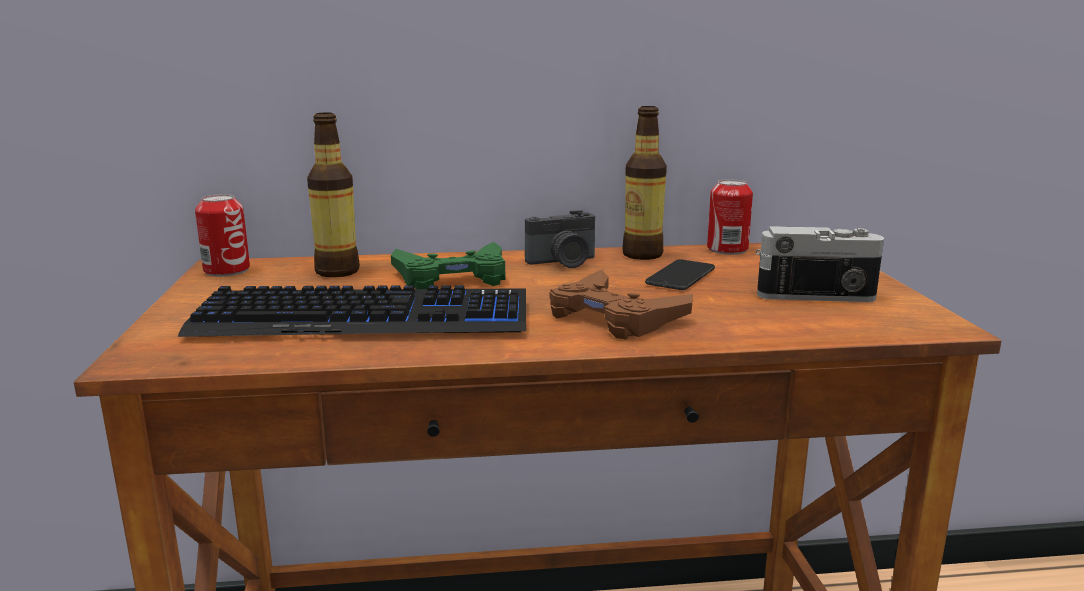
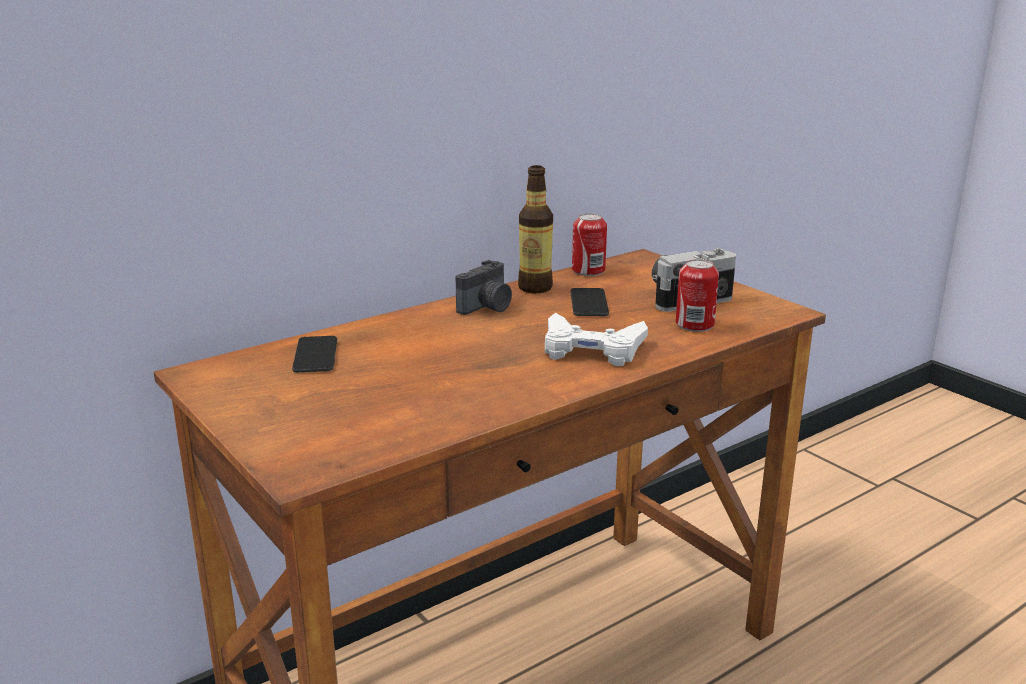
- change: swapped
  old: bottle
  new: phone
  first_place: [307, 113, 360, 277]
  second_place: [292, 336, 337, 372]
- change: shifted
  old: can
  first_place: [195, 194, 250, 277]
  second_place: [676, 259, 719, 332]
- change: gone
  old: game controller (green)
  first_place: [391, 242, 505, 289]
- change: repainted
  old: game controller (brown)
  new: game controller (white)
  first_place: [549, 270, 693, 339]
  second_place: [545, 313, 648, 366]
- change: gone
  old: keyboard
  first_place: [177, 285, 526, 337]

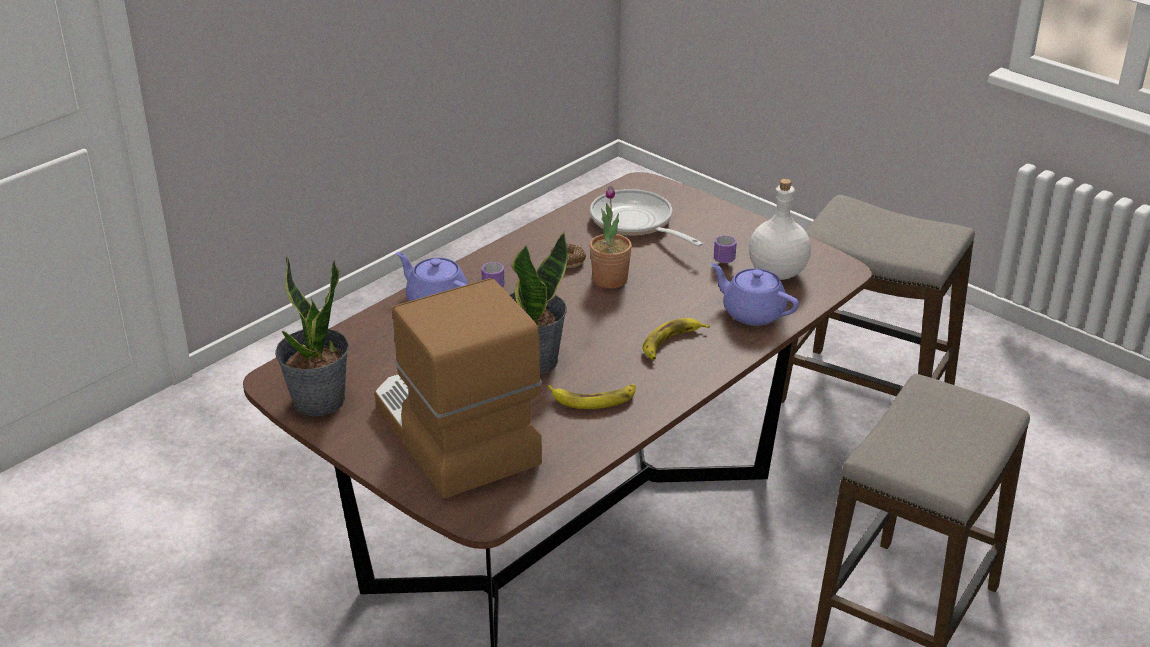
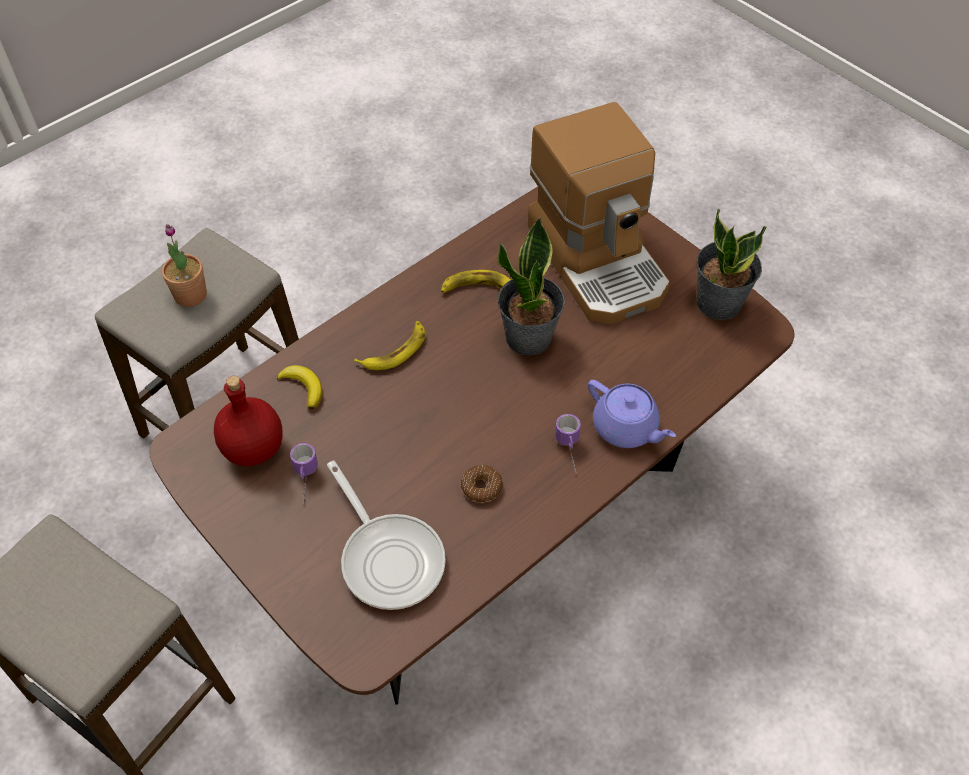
- change: repainted
  old: bottle (white)
  new: bottle (red)
  first_place: [749, 179, 811, 280]
  second_place: [214, 376, 283, 466]
- change: shifted
  old: potted plant
  first_place: [590, 186, 632, 289]
  second_place: [162, 224, 207, 307]
- change: swapped
  old: teapot (purple)
  new: banana
  first_place: [710, 263, 799, 326]
  second_place: [277, 365, 323, 409]

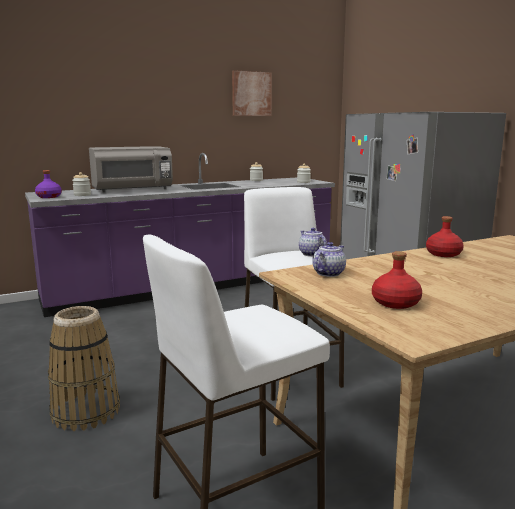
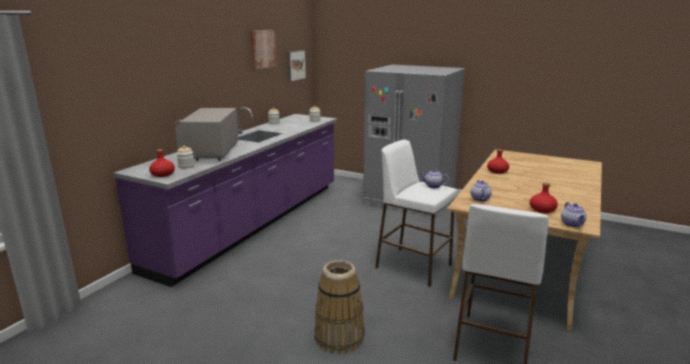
- change: rotated
  old: microwave (grey)
  first_place: [89, 146, 173, 193]
  second_place: [175, 108, 239, 161]
  degrees: 150
- change: repainted
  old: bottle (purple)
  new: bottle (red)
  first_place: [35, 170, 62, 198]
  second_place: [149, 149, 175, 177]
- change: new
  new: picture
  second_place: [287, 50, 306, 82]
- change: new
  new: teapot
  second_place: [561, 202, 587, 227]

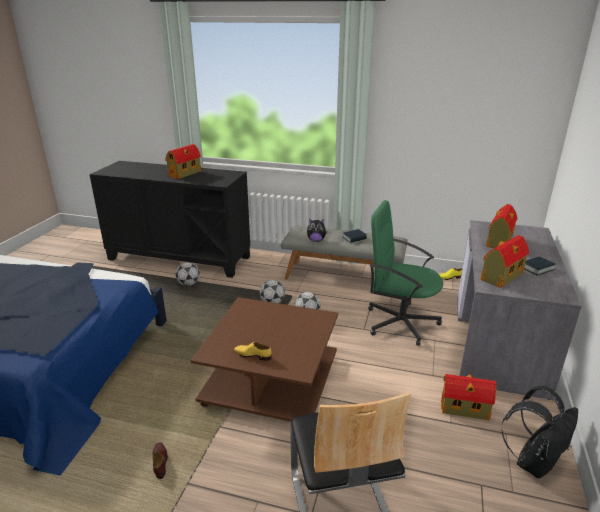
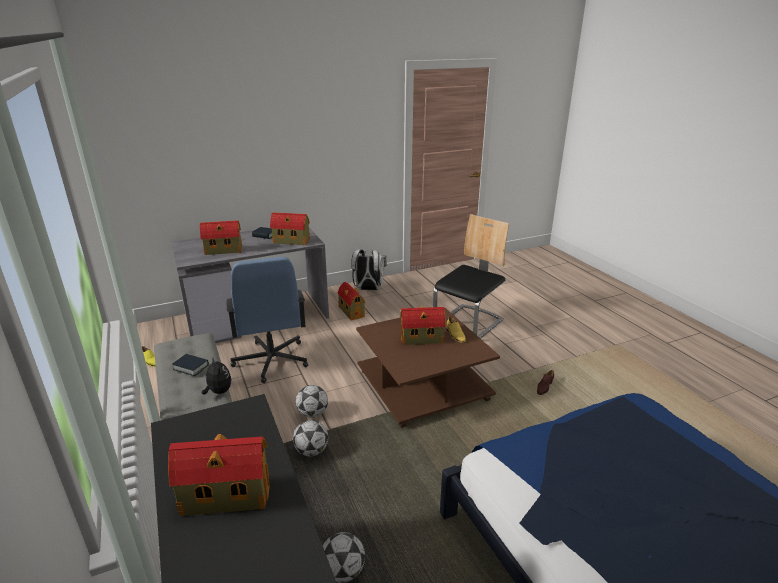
- change: repainted
  old: office chair (green)
  new: office chair (blue)
  first_place: [368, 200, 443, 346]
  second_place: [227, 257, 308, 383]
- change: repainted
  old: backpack (black)
  new: backpack (white)
  first_place: [502, 386, 578, 478]
  second_place: [351, 249, 387, 290]
- change: new
  new: toy house
  second_place: [400, 306, 445, 345]

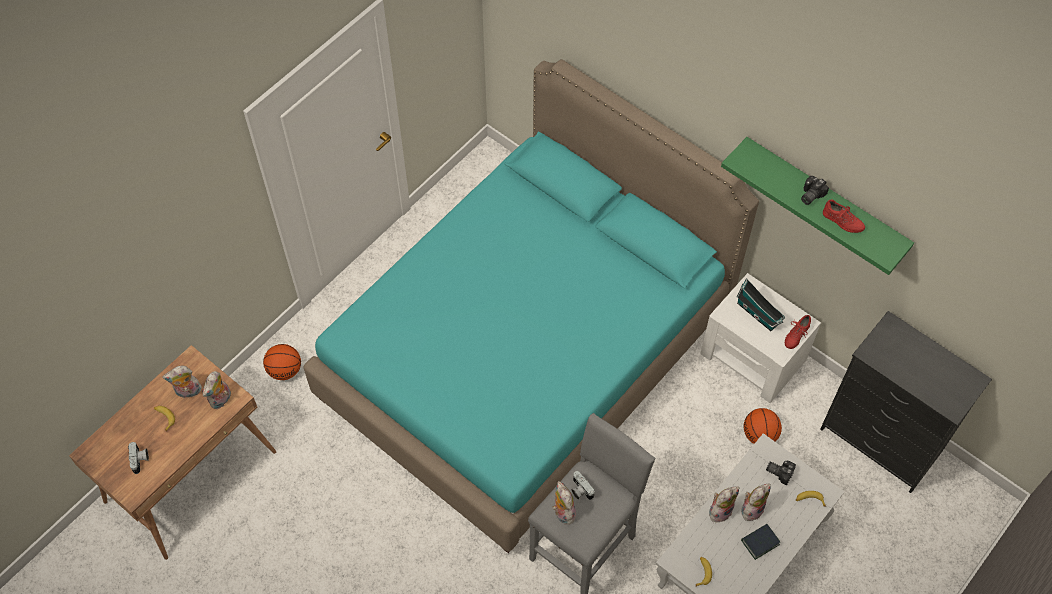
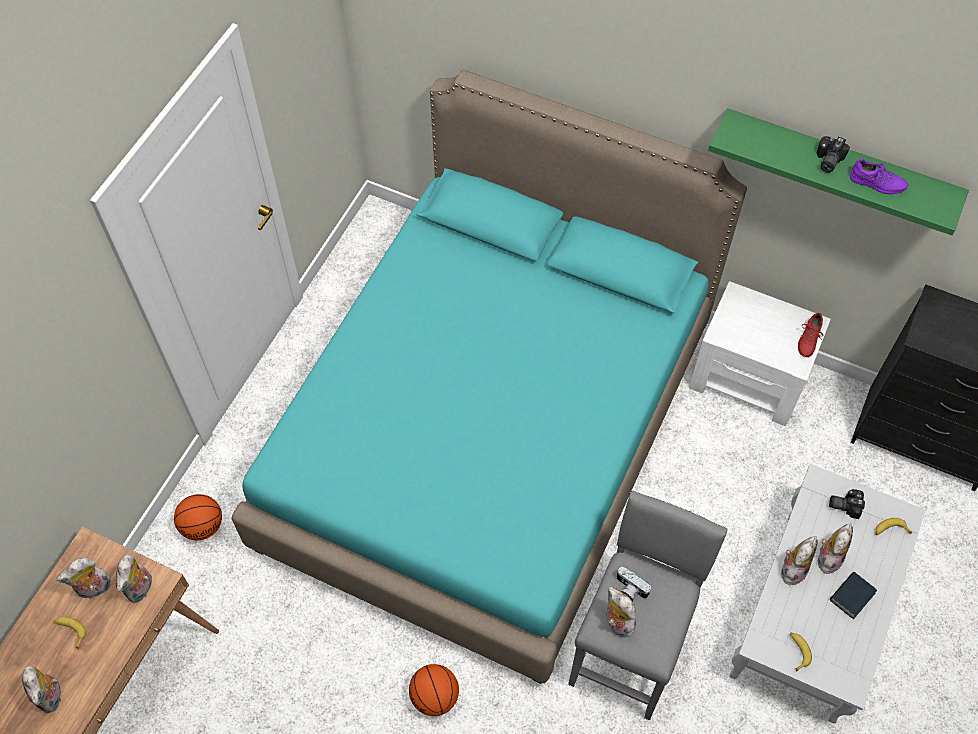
- change: repainted
  old: shoe (red)
  new: shoe (purple)
  first_place: [823, 200, 865, 233]
  second_place: [850, 159, 908, 194]
- change: gone
  old: toy house
  first_place: [737, 278, 785, 331]
- change: shifted
  old: basketball
  first_place: [744, 408, 782, 444]
  second_place: [409, 664, 459, 716]
- change: swapped
  old: photo camera
  new: plush toy
  first_place: [128, 442, 149, 474]
  second_place: [22, 666, 61, 713]

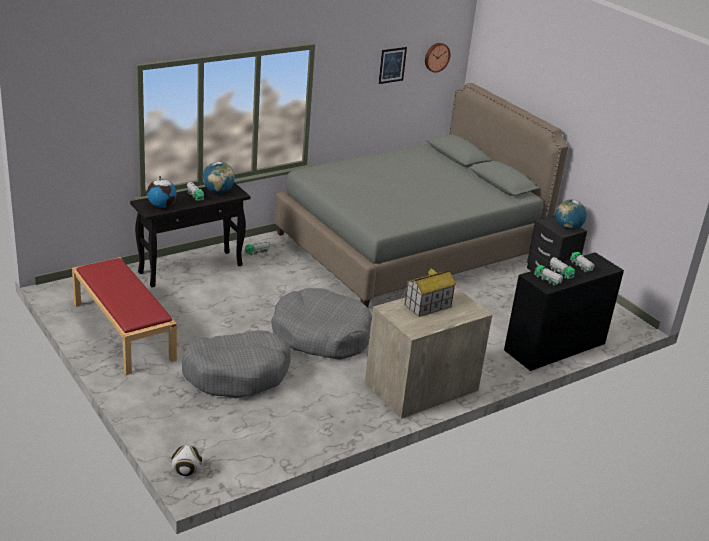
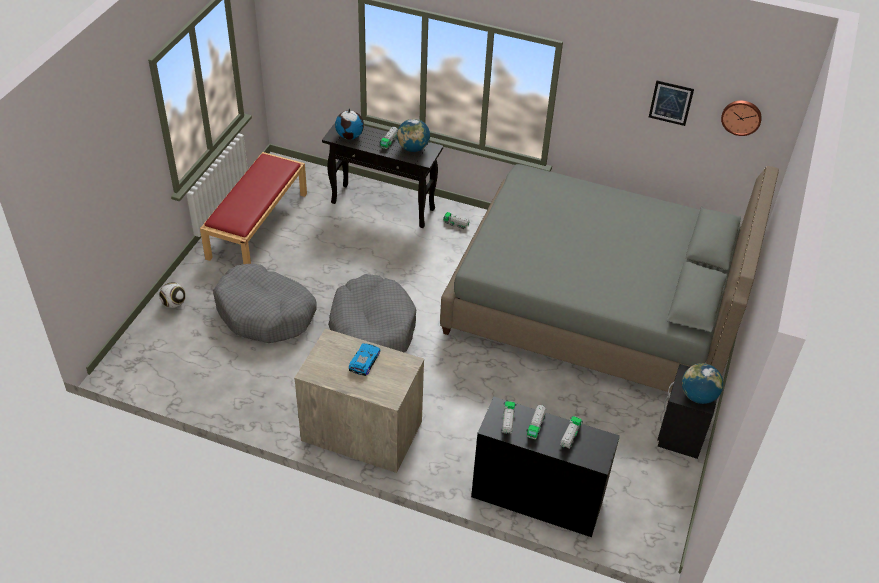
- change: swapped
  old: toy house
  new: toy car
  first_place: [404, 267, 456, 317]
  second_place: [349, 343, 381, 376]
- change: shifted
  old: football
  first_place: [171, 445, 202, 476]
  second_place: [159, 282, 186, 308]

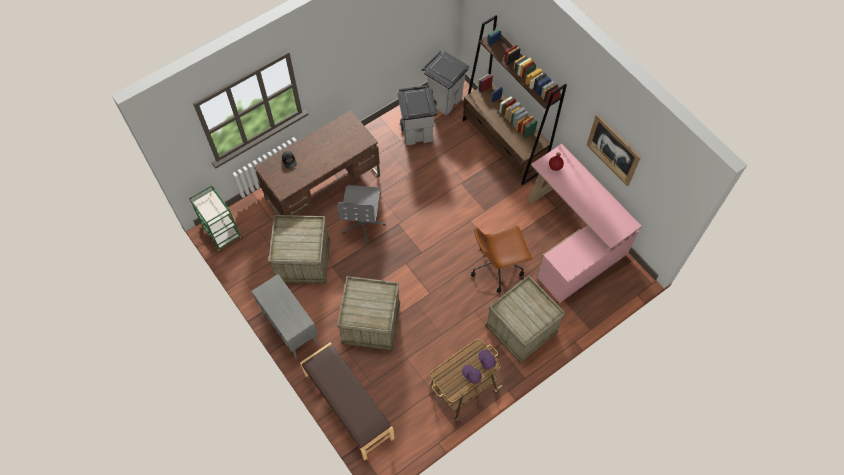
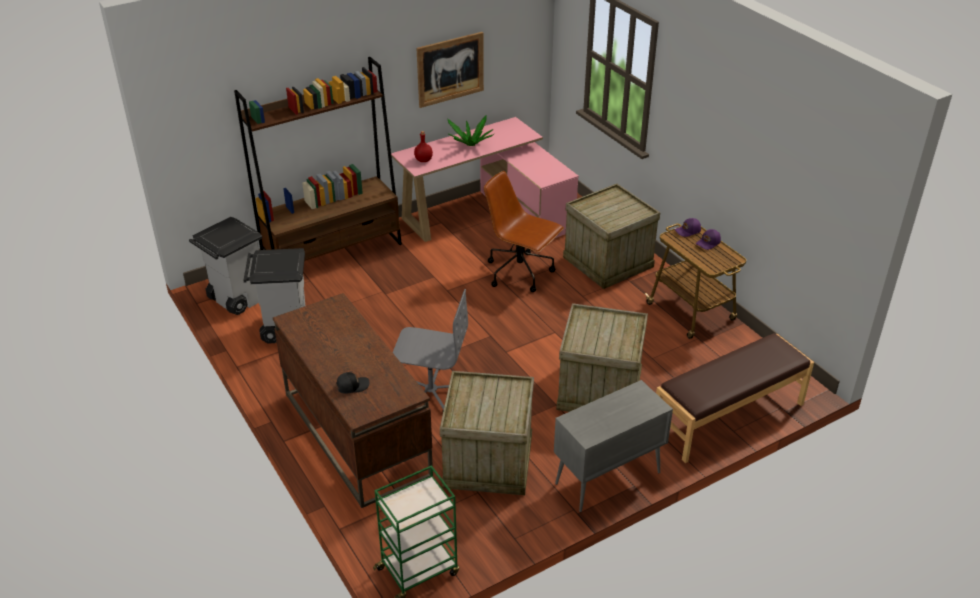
- change: rotated
  old: office chair (brown)
  first_place: [471, 226, 533, 293]
  second_place: [484, 171, 564, 292]
  degrees: 135
- change: new
  new: potted plant
  second_place: [448, 115, 494, 146]

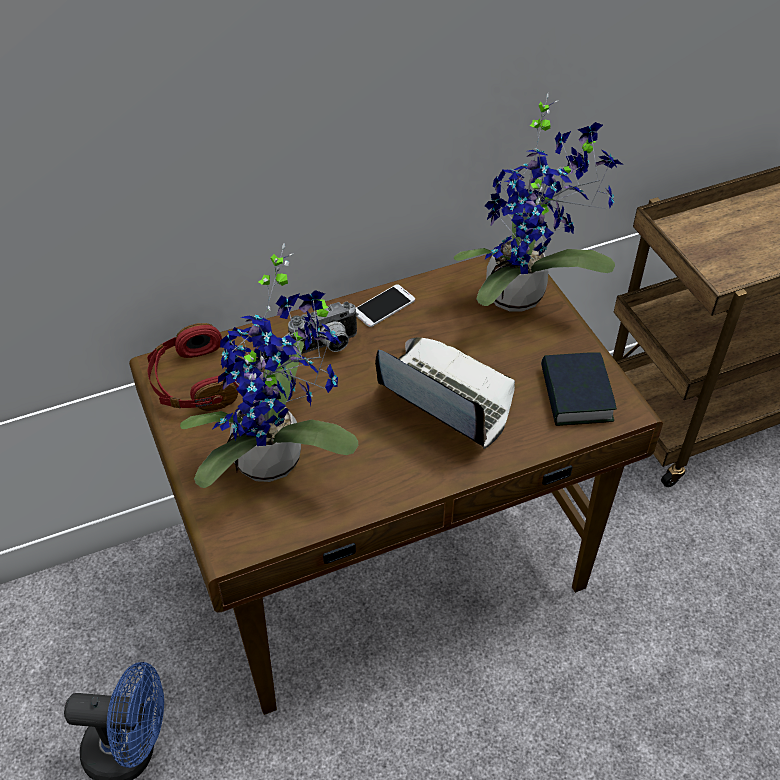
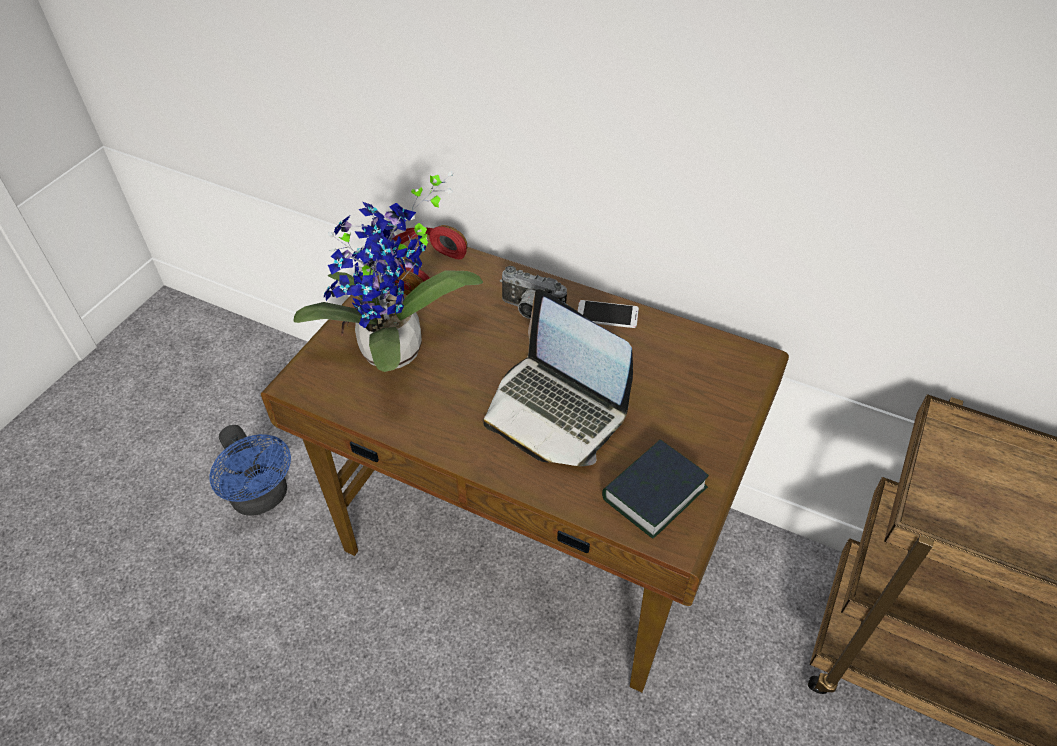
- change: gone
  old: potted plant
  first_place: [454, 93, 623, 311]
- change: rotated
  old: laptop
  first_place: [375, 337, 515, 449]
  second_place: [484, 289, 633, 466]
  degrees: 135

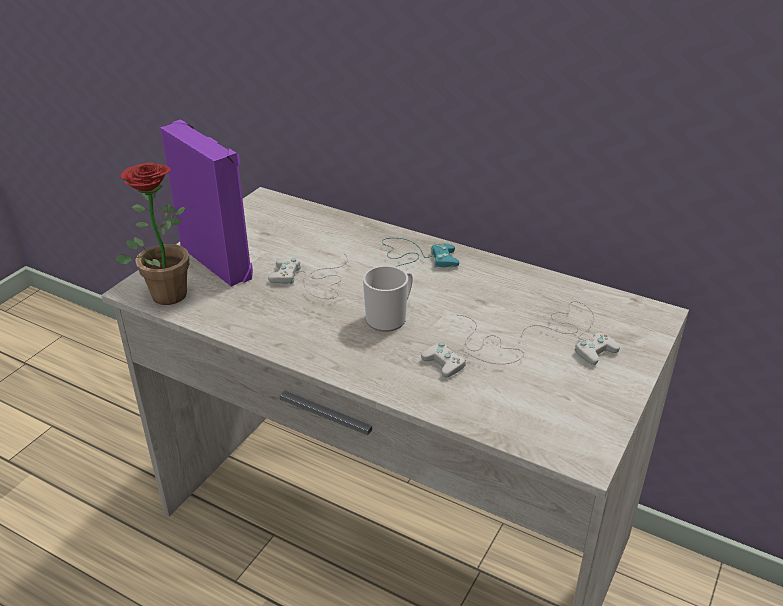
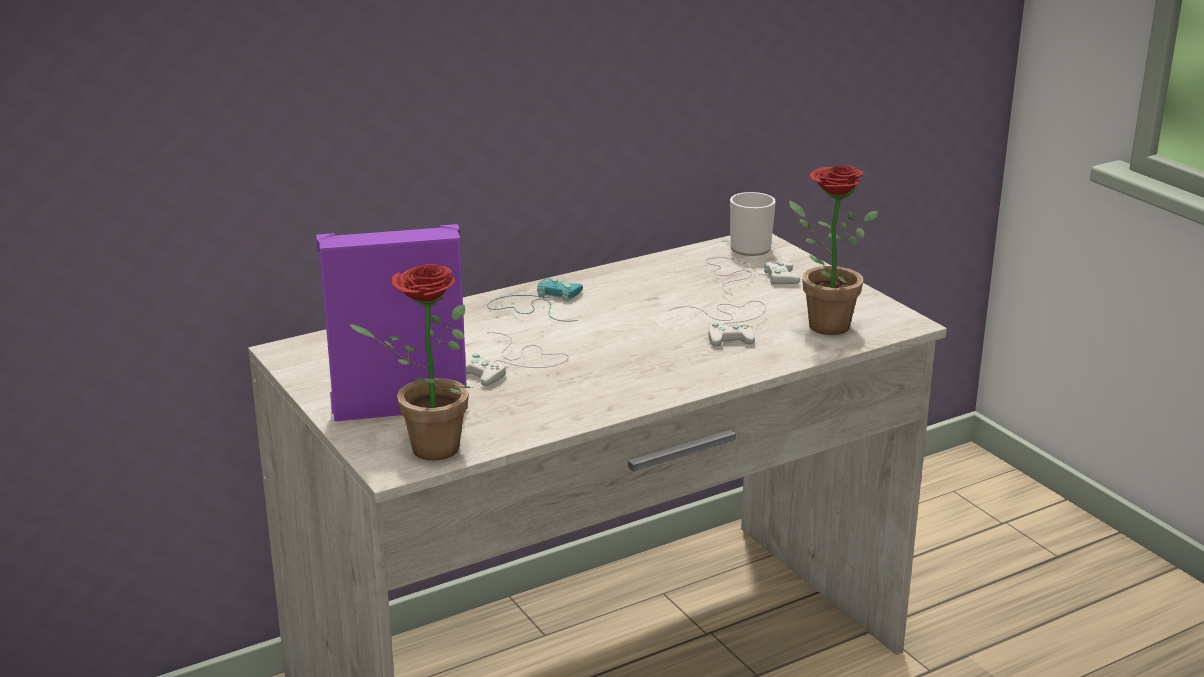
- change: shifted
  old: mug
  first_place: [363, 266, 413, 332]
  second_place: [730, 192, 776, 256]
- change: new
  new: potted plant
  second_place: [789, 165, 878, 335]

